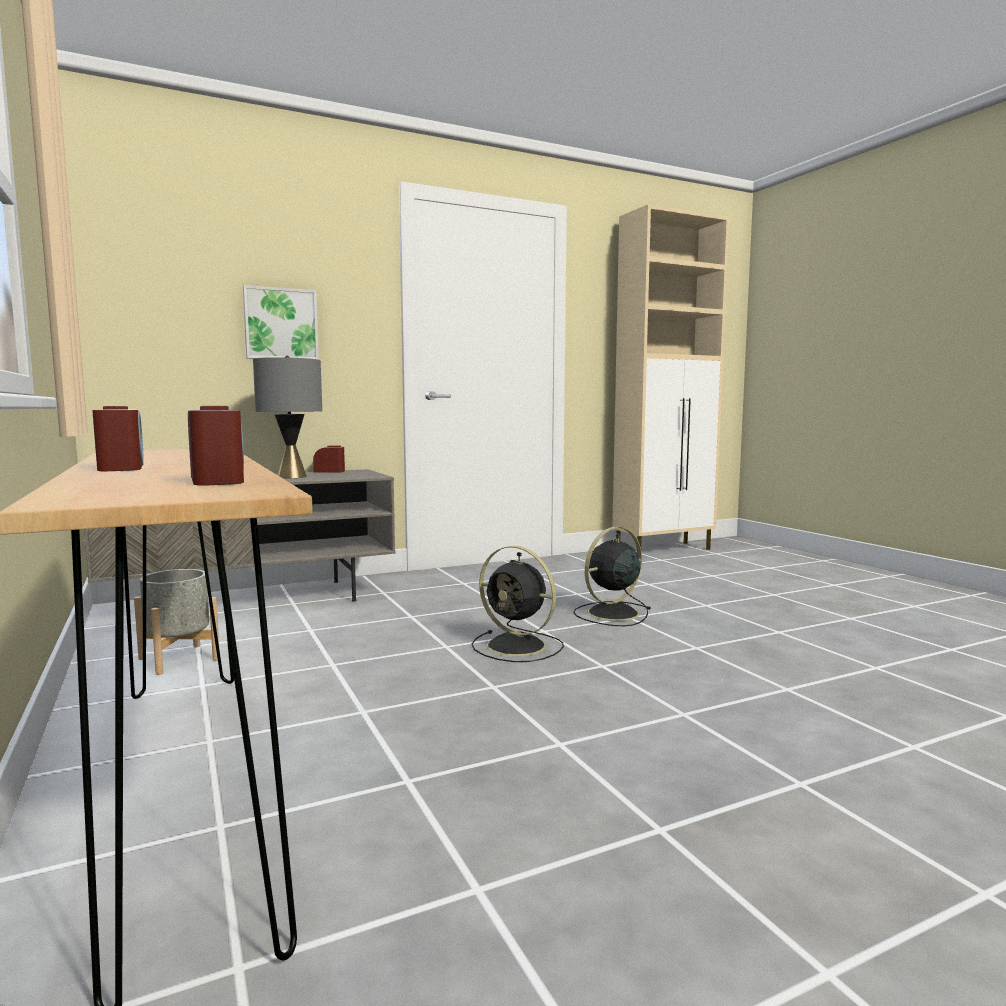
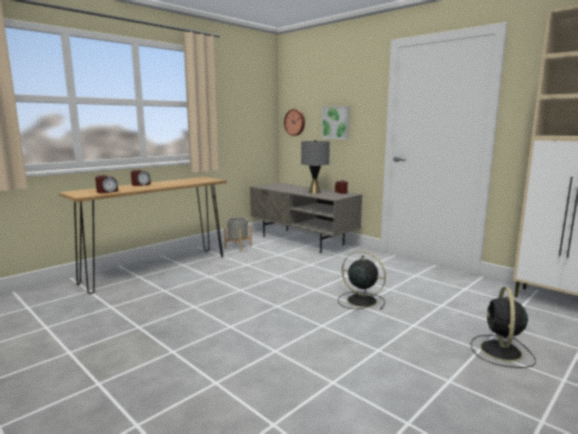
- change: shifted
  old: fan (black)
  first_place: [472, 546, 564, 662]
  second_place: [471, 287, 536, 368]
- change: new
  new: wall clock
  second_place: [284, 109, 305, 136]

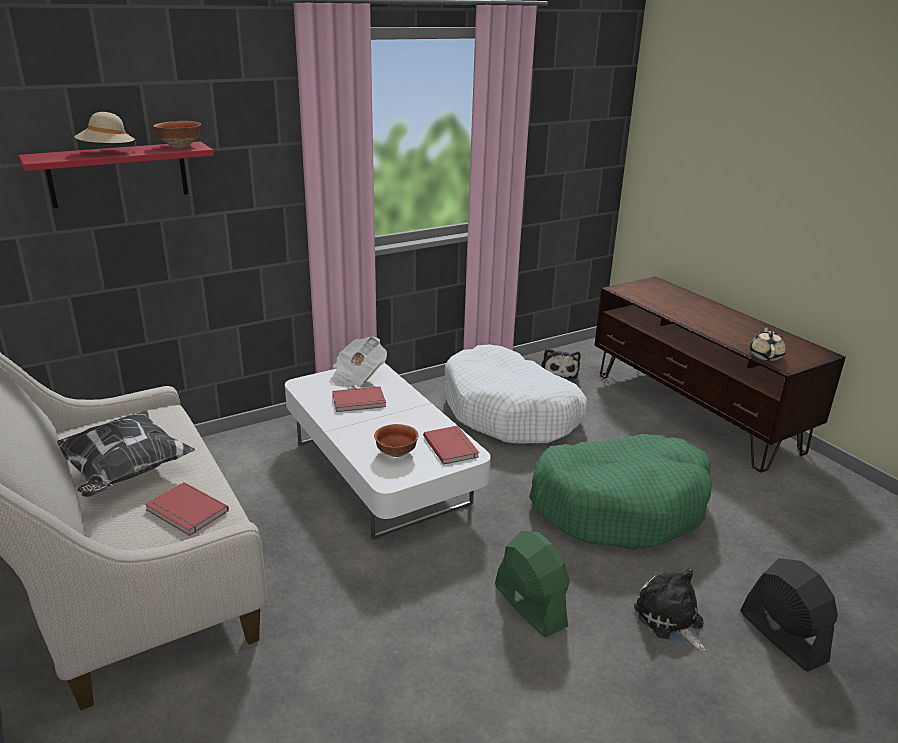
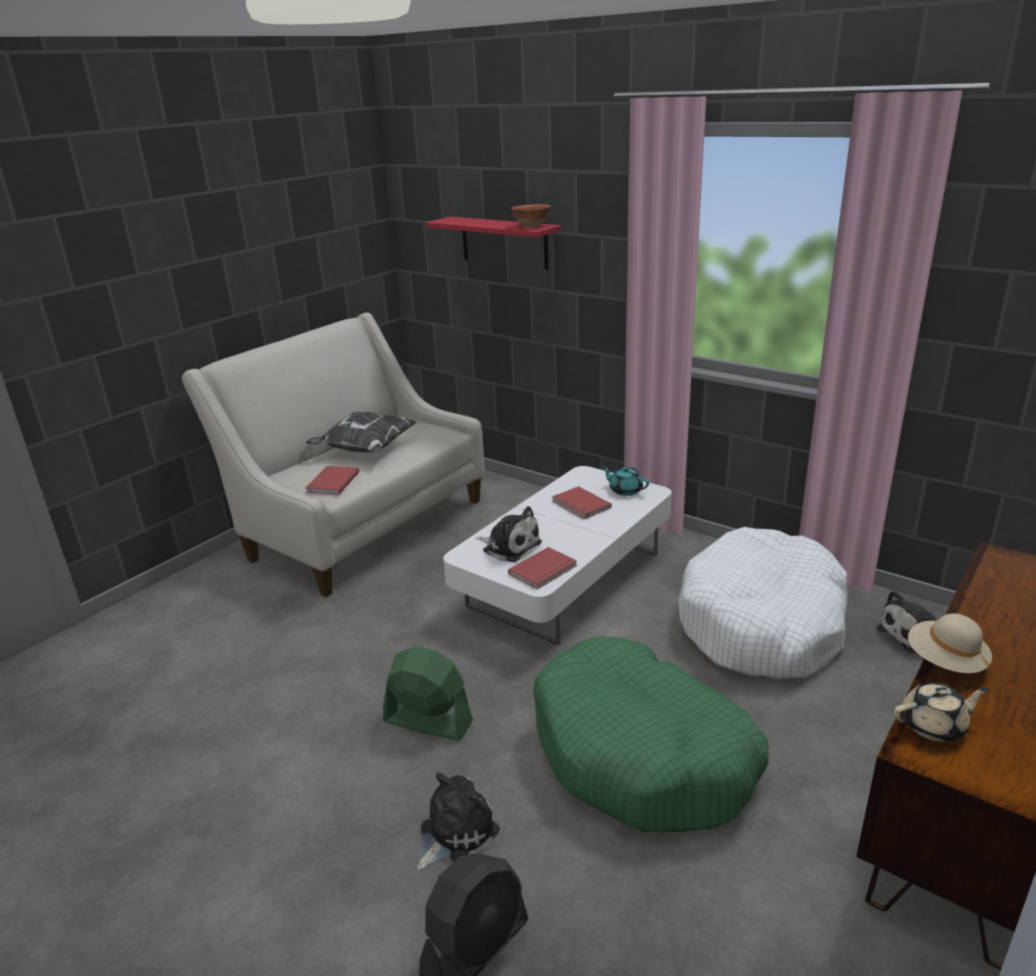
- change: shifted
  old: hat (beige)
  first_place: [75, 112, 137, 151]
  second_place: [908, 613, 992, 680]
- change: swapped
  old: newspaper
  new: teapot (turquoise)
  first_place: [329, 336, 387, 387]
  second_place: [601, 466, 649, 496]
- change: swapped
  old: bowl
  new: plush toy
  first_place: [374, 424, 419, 457]
  second_place: [476, 506, 542, 562]
- change: rotated
  old: fan (green)
  first_place: [495, 531, 570, 637]
  second_place: [383, 646, 473, 741]
  degrees: -105

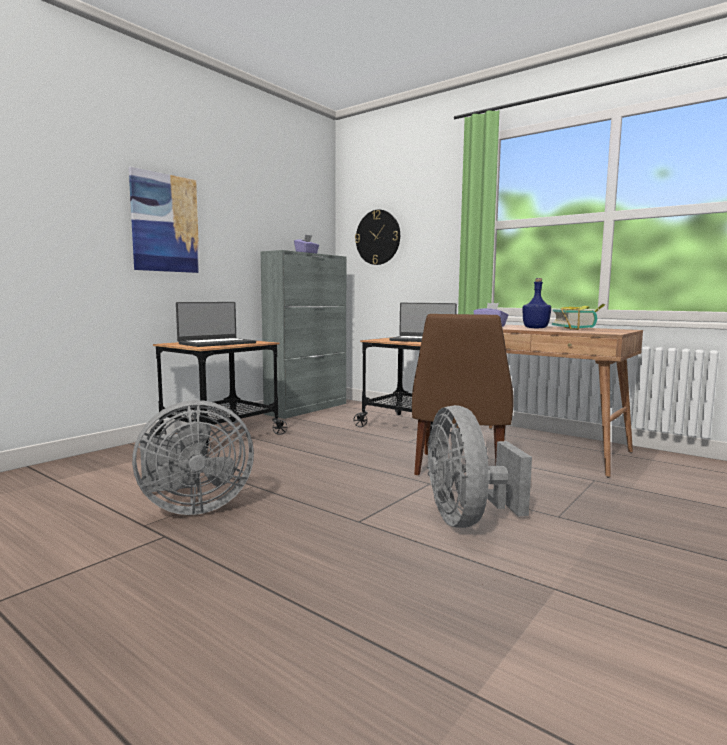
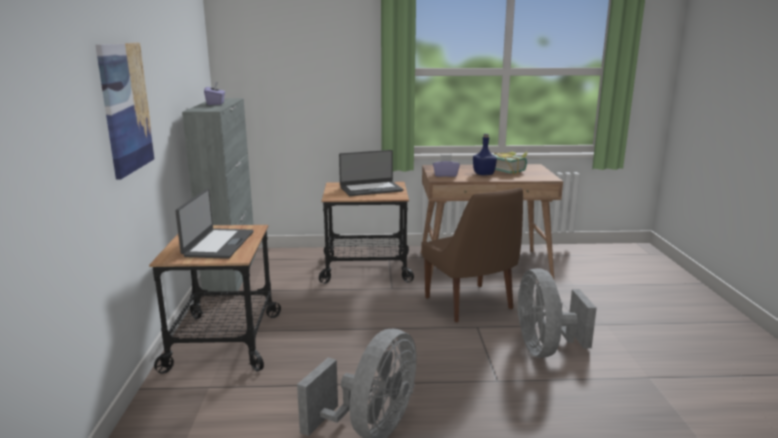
- change: gone
  old: wall clock
  first_place: [355, 210, 400, 265]
- change: rotated
  old: fan (grey)
  first_place: [427, 405, 532, 528]
  second_place: [517, 268, 597, 358]
  degrees: 45

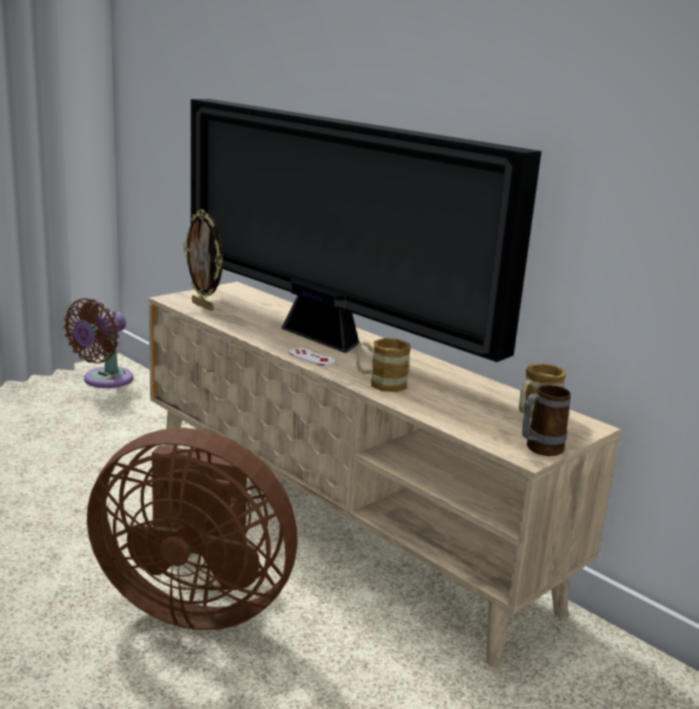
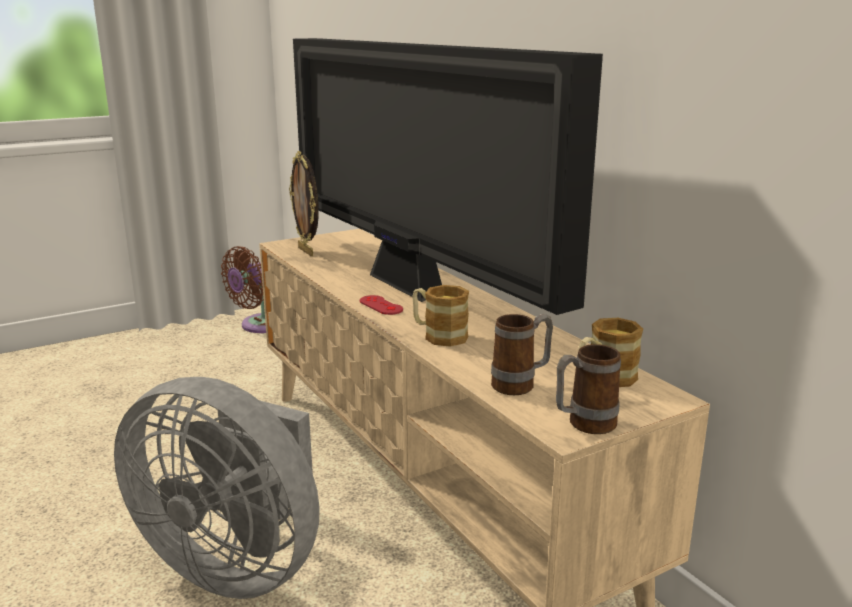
- change: repainted
  old: game controller (white)
  new: game controller (red)
  first_place: [290, 348, 335, 366]
  second_place: [360, 295, 403, 315]
- change: repainted
  old: fan (brown)
  new: fan (grey)
  first_place: [87, 428, 298, 630]
  second_place: [114, 377, 320, 599]
- change: new
  new: mug
  second_place: [491, 314, 553, 395]

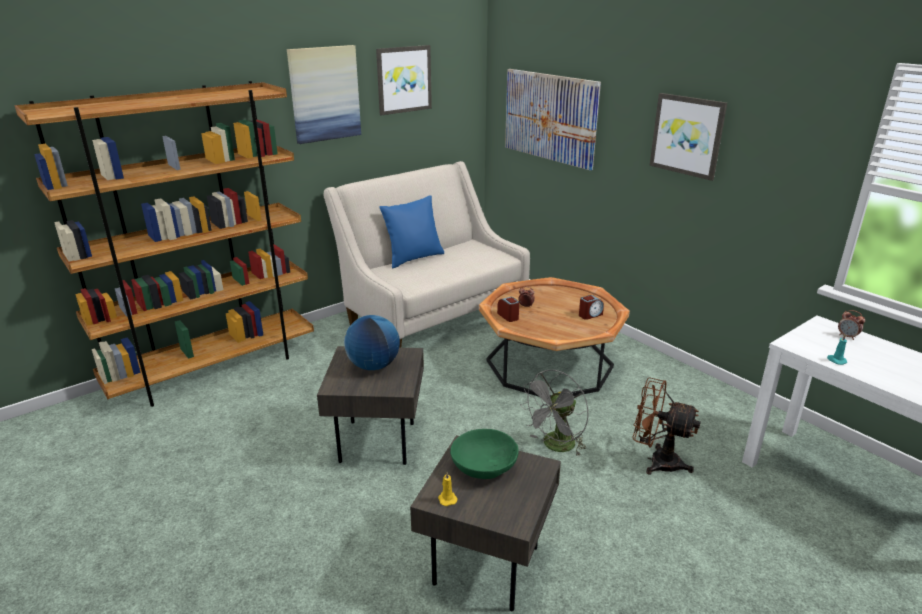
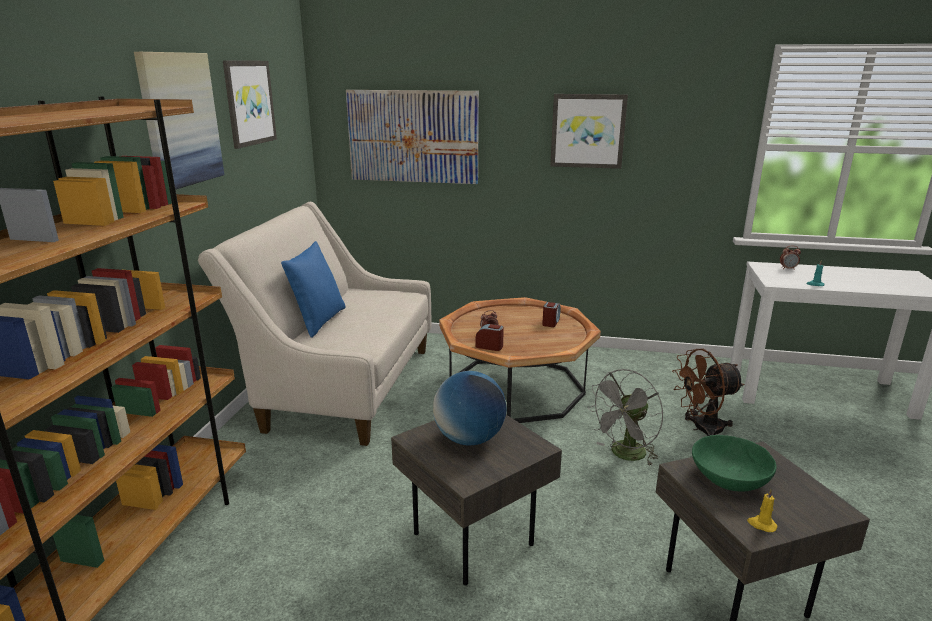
- change: rotated
  old: fan (grey)
  first_place: [520, 369, 589, 456]
  second_place: [588, 369, 663, 466]
  degrees: 45

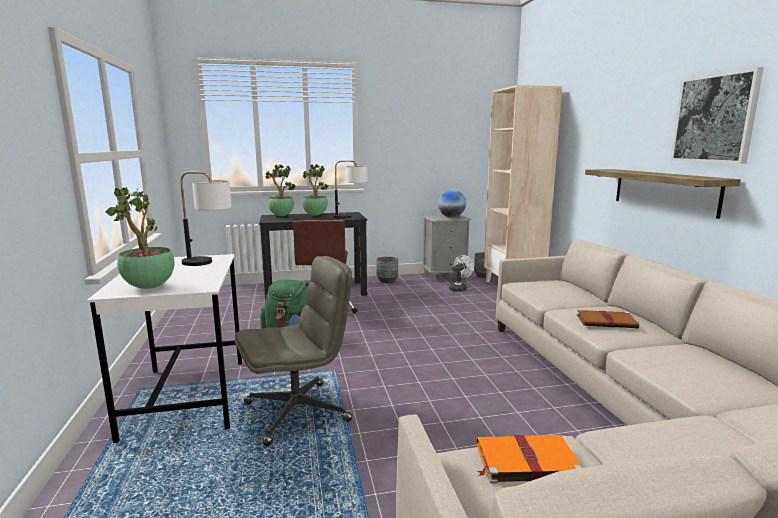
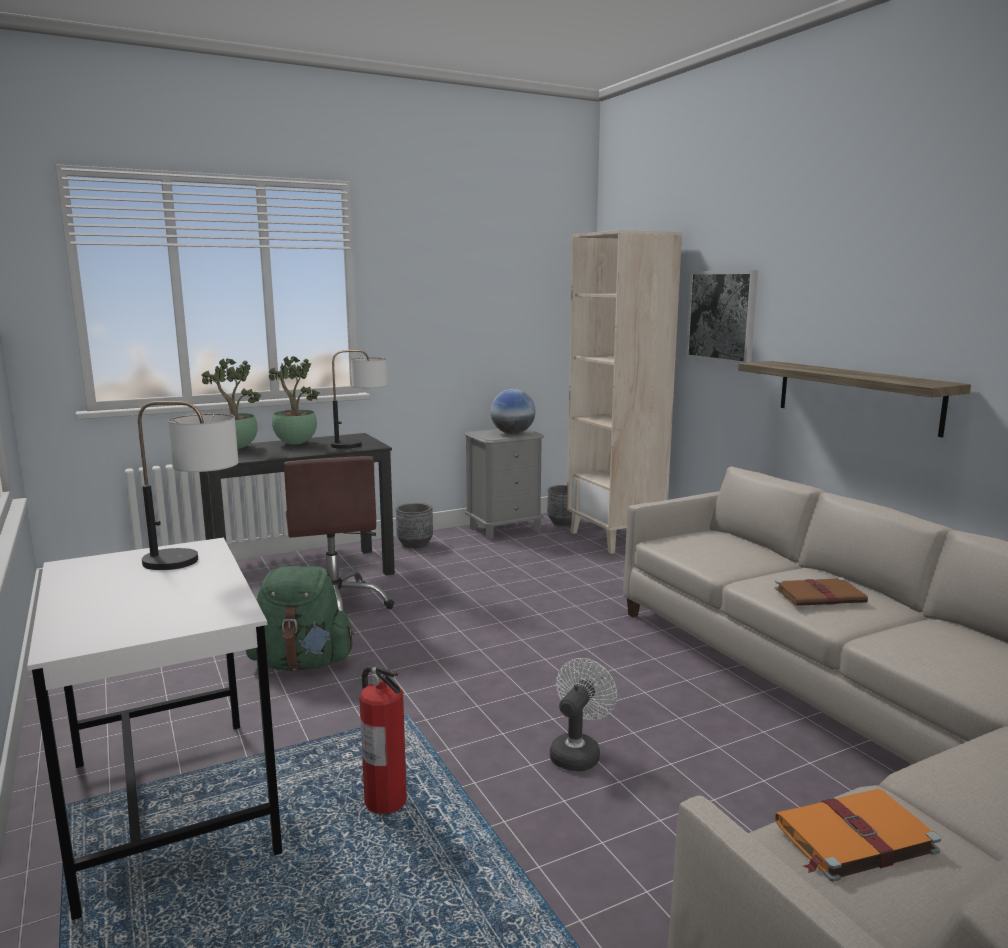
- change: shifted
  old: picture
  first_place: [670, 67, 764, 164]
  second_place: [686, 270, 758, 364]
- change: gone
  old: potted plant
  first_place: [106, 187, 175, 289]
- change: shifted
  old: fan (white)
  first_place: [449, 255, 474, 292]
  second_place: [550, 658, 617, 771]
- change: swapped
  old: office chair (grey)
  new: fire extinguisher
  first_place: [235, 256, 352, 446]
  second_place: [359, 666, 407, 814]

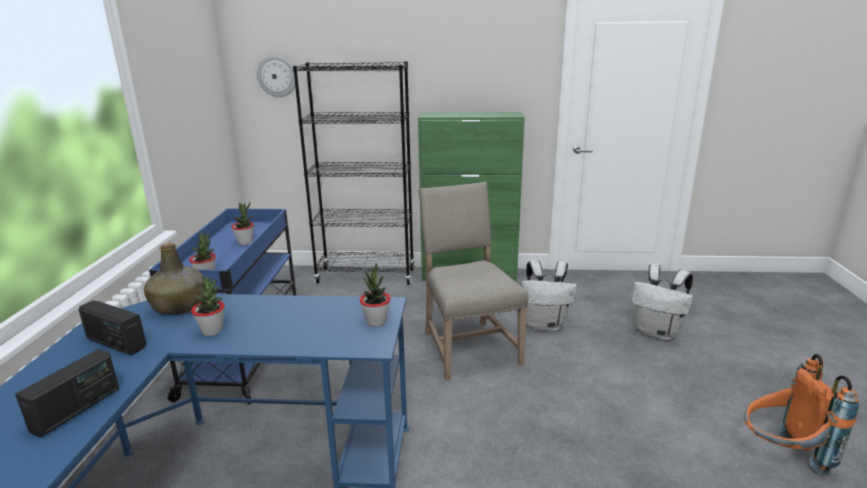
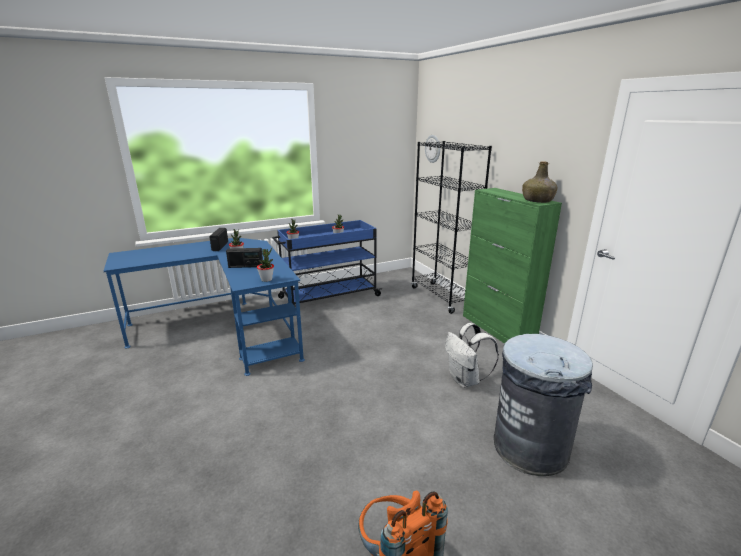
- change: gone
  old: chair (beige)
  first_place: [419, 182, 529, 381]
- change: shifted
  old: bottle (green)
  first_place: [144, 243, 205, 315]
  second_place: [522, 161, 557, 203]
- change: swapped
  old: backpack (white)
  new: trash can (grey)
  first_place: [631, 264, 693, 340]
  second_place: [494, 334, 593, 476]
- change: shifted
  old: radio
  first_place: [15, 349, 119, 438]
  second_place: [226, 248, 263, 268]

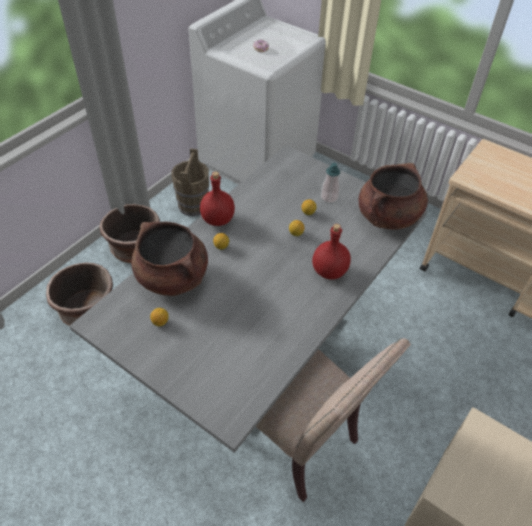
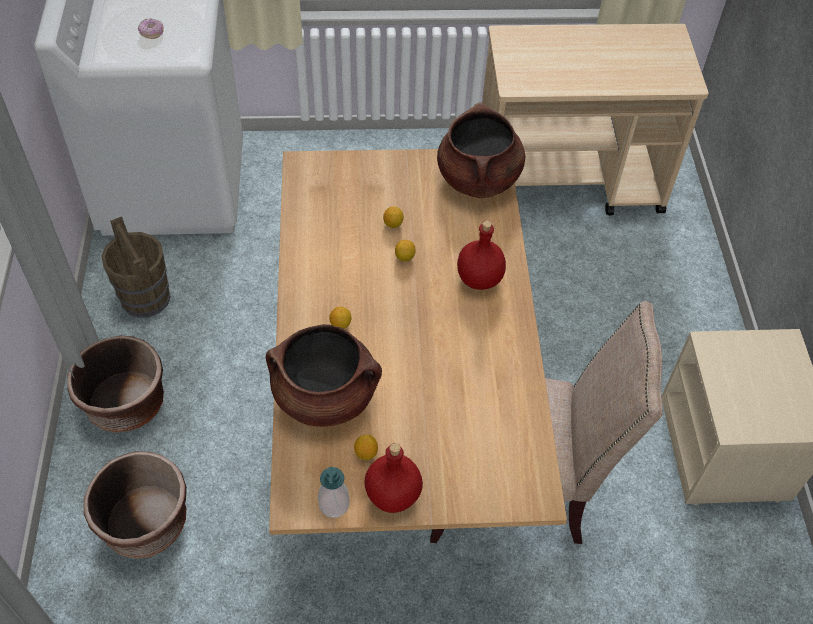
- change: repainted
  old: dining table (grey)
  new: dining table (brown)
  first_place: [70, 145, 428, 453]
  second_place: [269, 149, 567, 535]
- change: shifted
  old: soap dispenser
  first_place: [321, 163, 340, 203]
  second_place: [318, 467, 350, 518]
- change: shifted
  old: bottle (red)
  first_place: [200, 172, 235, 226]
  second_place: [364, 443, 423, 513]

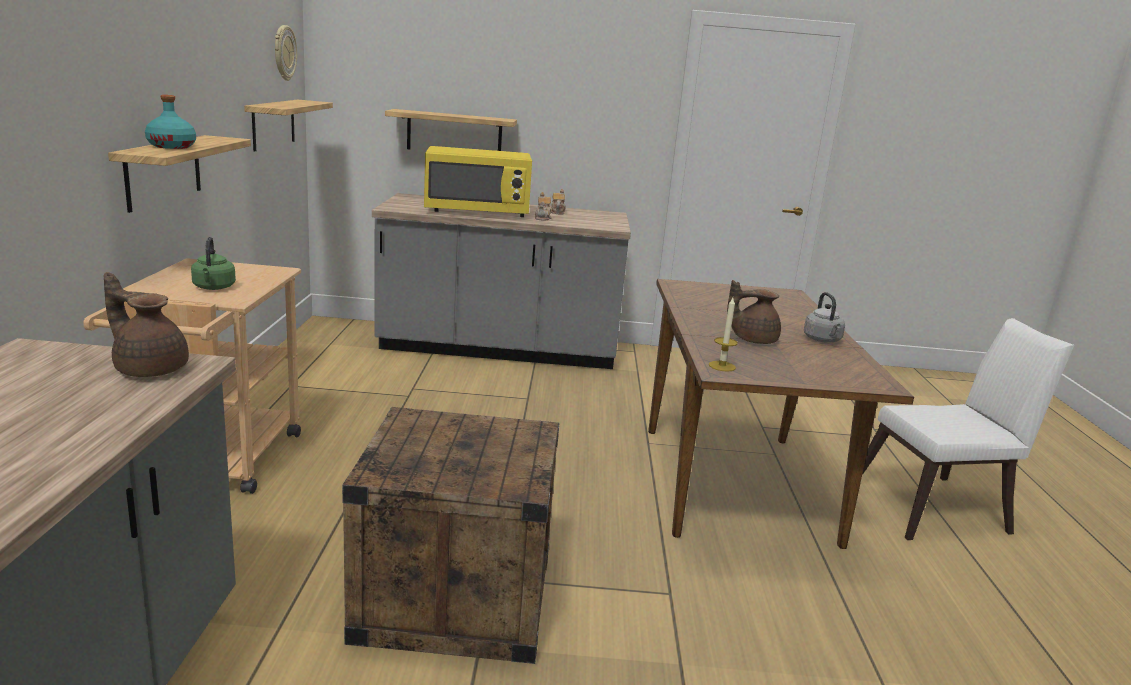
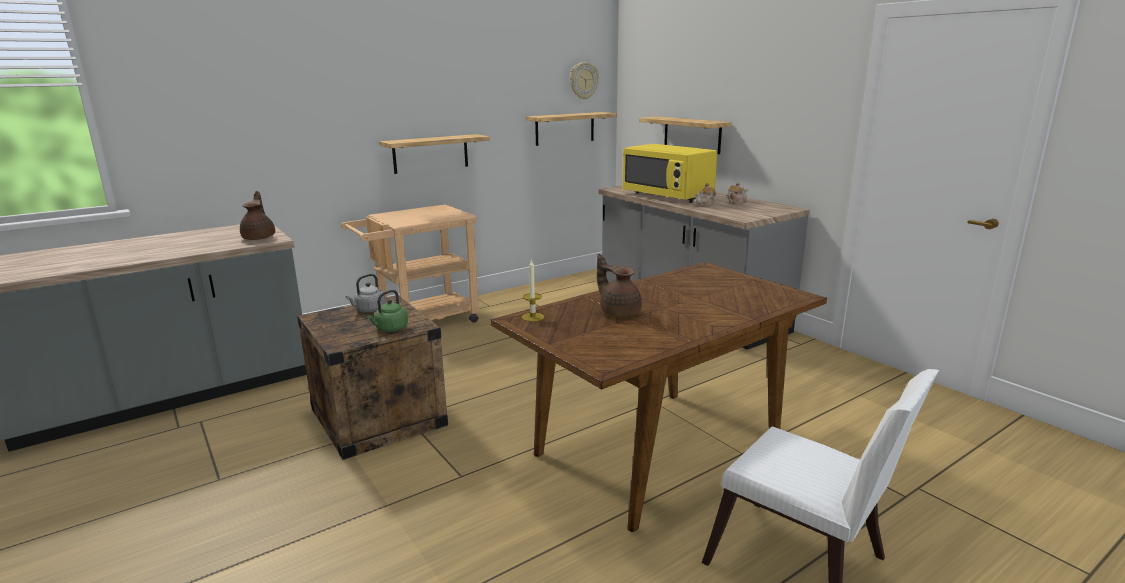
- change: gone
  old: bottle (turquoise)
  first_place: [145, 95, 196, 149]
- change: shifted
  old: kettle (green)
  first_place: [191, 237, 236, 290]
  second_place: [367, 290, 408, 332]
- change: shifted
  old: kettle (grey)
  first_place: [804, 292, 845, 342]
  second_place: [346, 274, 386, 313]

